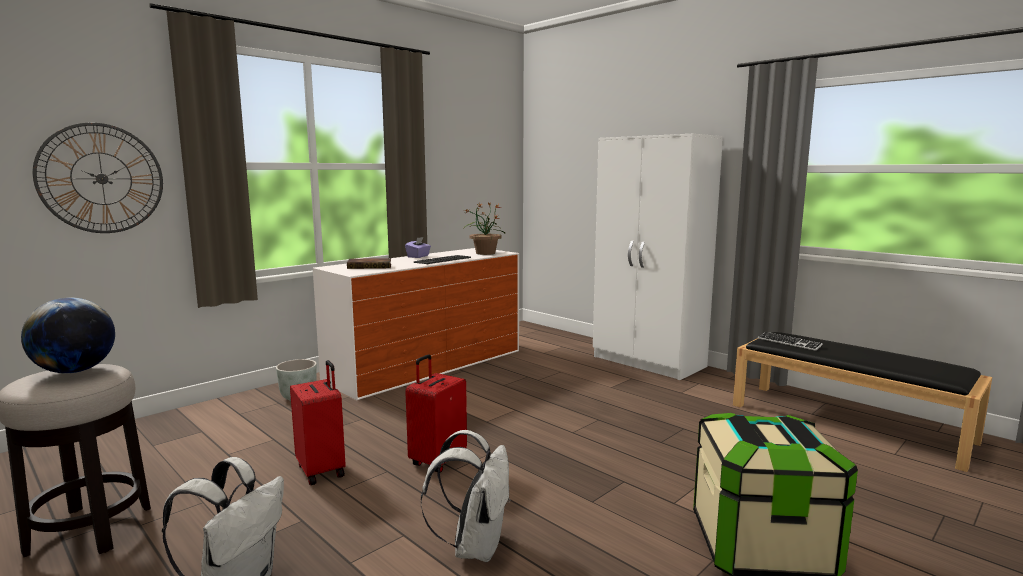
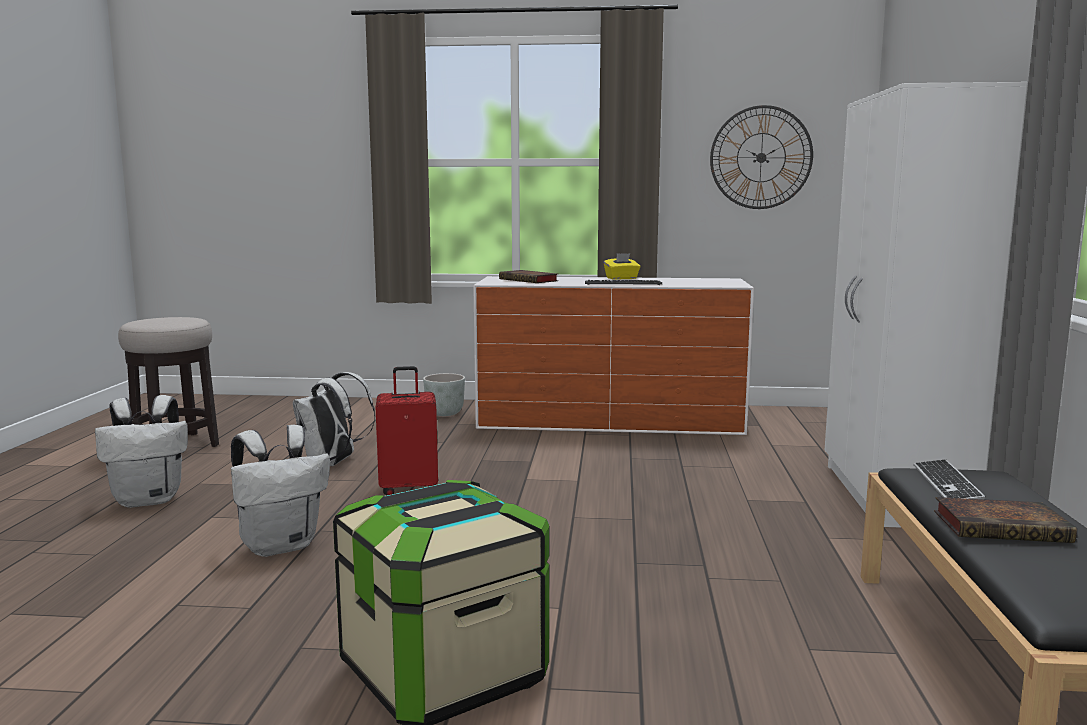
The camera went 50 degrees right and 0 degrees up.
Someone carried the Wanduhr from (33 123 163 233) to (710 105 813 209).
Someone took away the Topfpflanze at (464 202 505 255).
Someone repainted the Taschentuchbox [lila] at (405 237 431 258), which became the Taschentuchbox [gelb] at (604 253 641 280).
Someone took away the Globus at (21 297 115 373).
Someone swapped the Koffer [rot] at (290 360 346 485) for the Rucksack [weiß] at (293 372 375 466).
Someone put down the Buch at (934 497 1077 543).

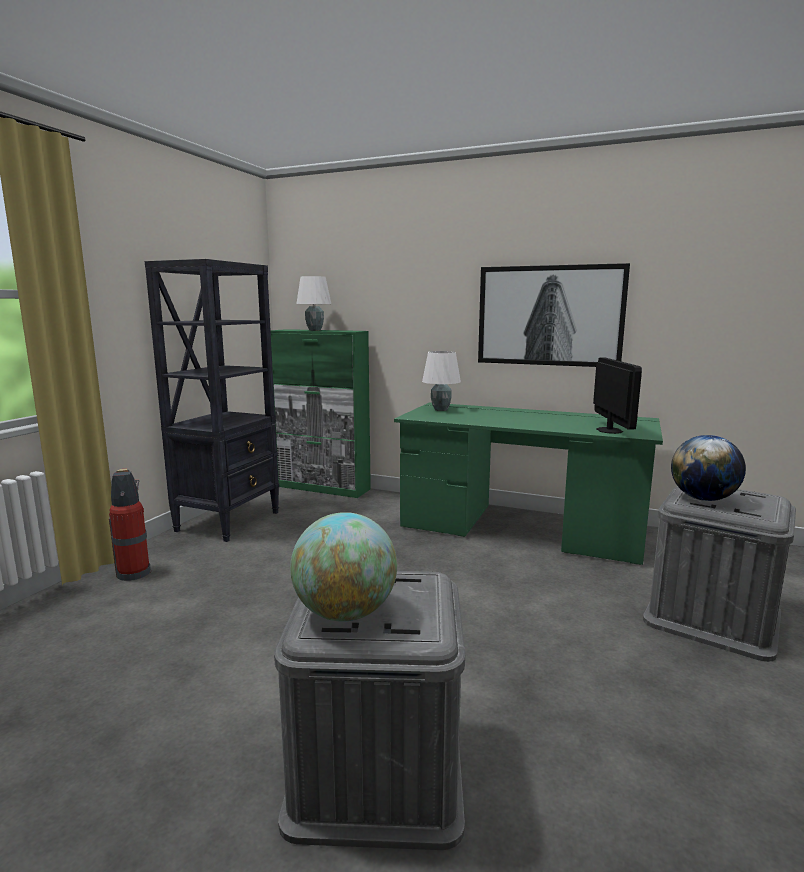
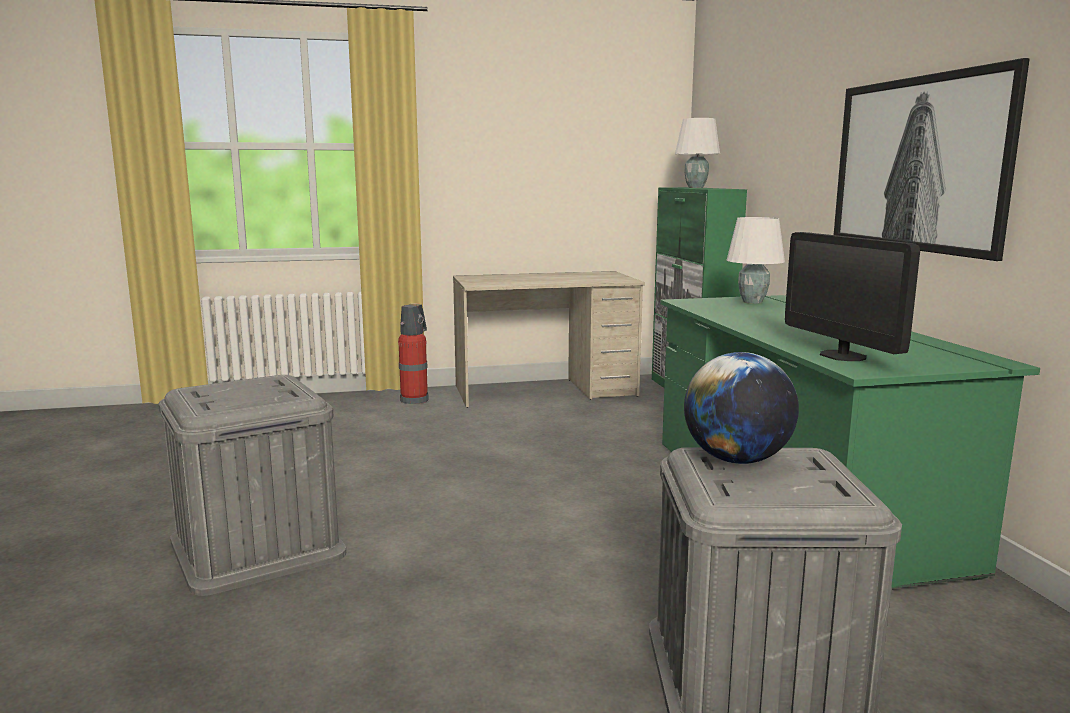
The camera went 55 degrees right and 0 degrees up.
Someone swapped the Bücherregal [schwarz] at (145 259 279 542) for the Schreibtisch [beige] at (453 271 645 408).
Someone rotated the Monitor at (593 358 642 434) by 105 degrees clockwise.
Someone took away the Globus at (290 512 397 622).

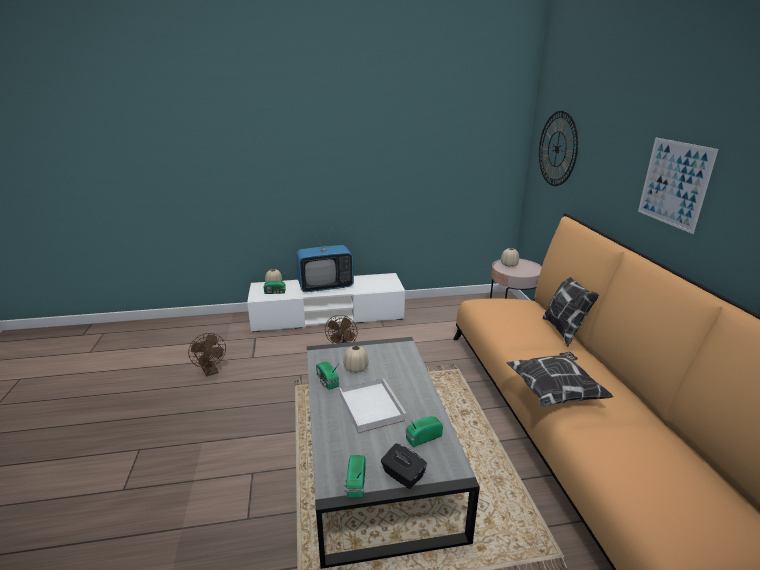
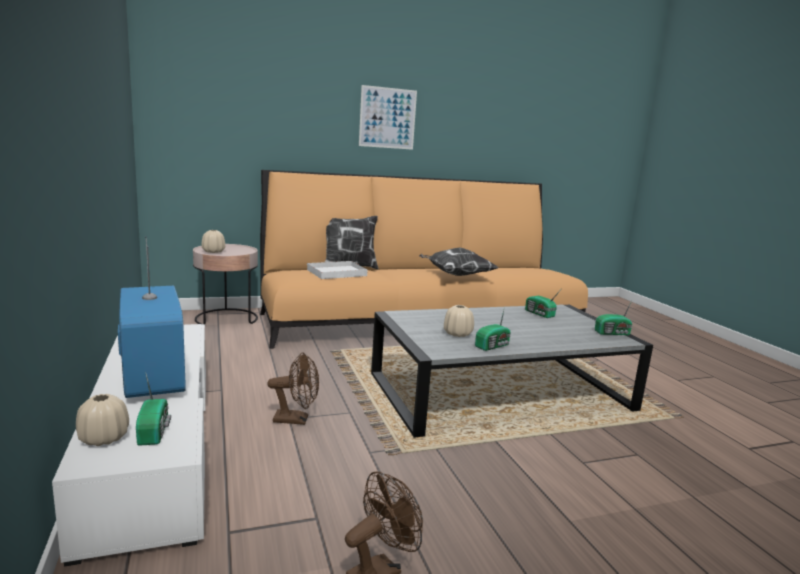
The camera went 100 degrees left and 10 degrees down.
Someone took away the Wanduhr at (539 111 578 186).
Someone carried the Tablett [weiß] from (339 378 408 433) to (307 261 368 279).
Someone took away the Taschentuchbox [schwarz] at (381 443 427 489).

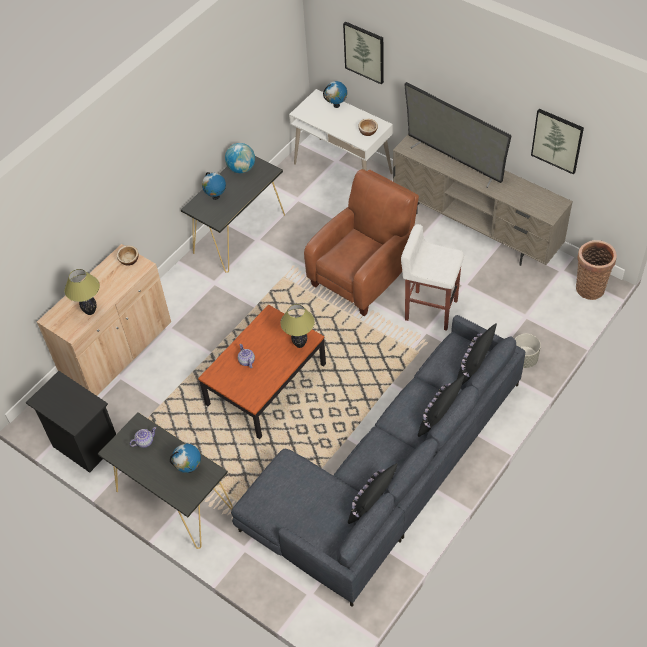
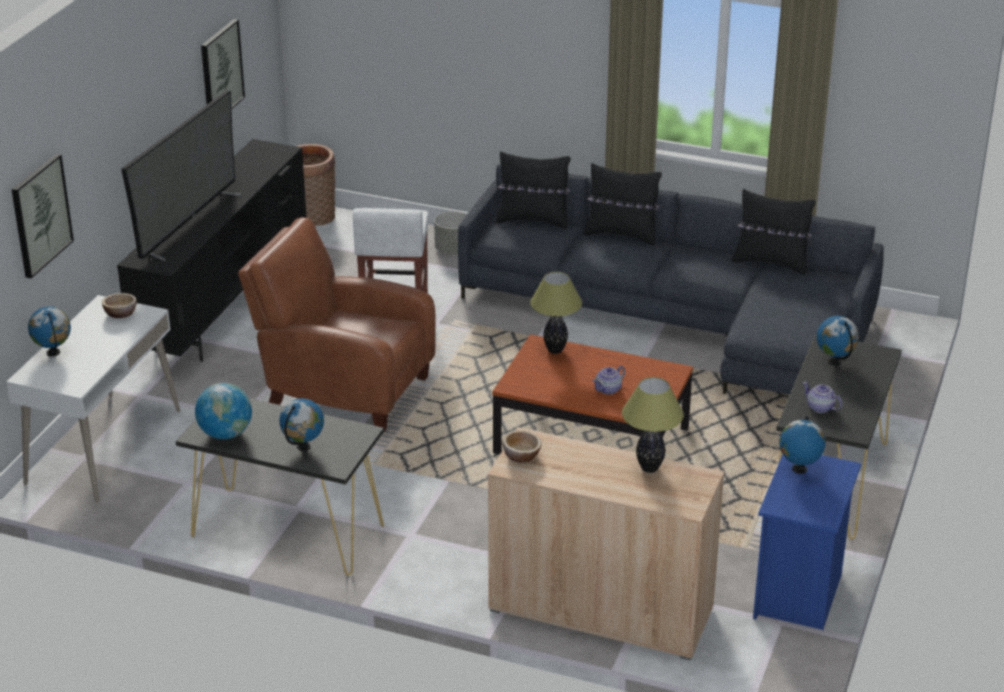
The camera went 110 degrees left and 20 degrees down.
Someone repainted the Fernsehschrank [beige] at (393 134 573 266), which became the Fernsehschrank [schwarz] at (117 139 307 362).
Someone repainted the Nachttisch [schwarz] at (26 371 116 473), which became the Nachttisch [blau] at (753 454 861 630).
Someone put down the Globus at (779 416 826 474).

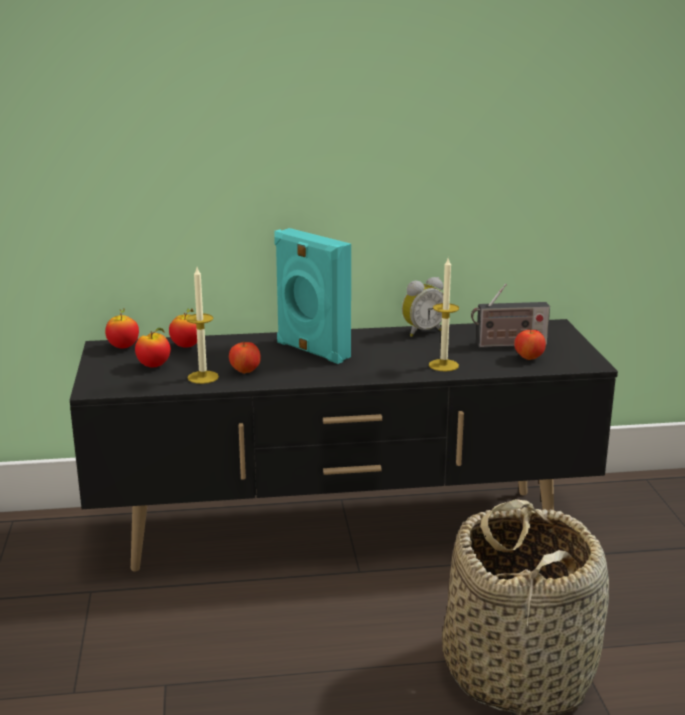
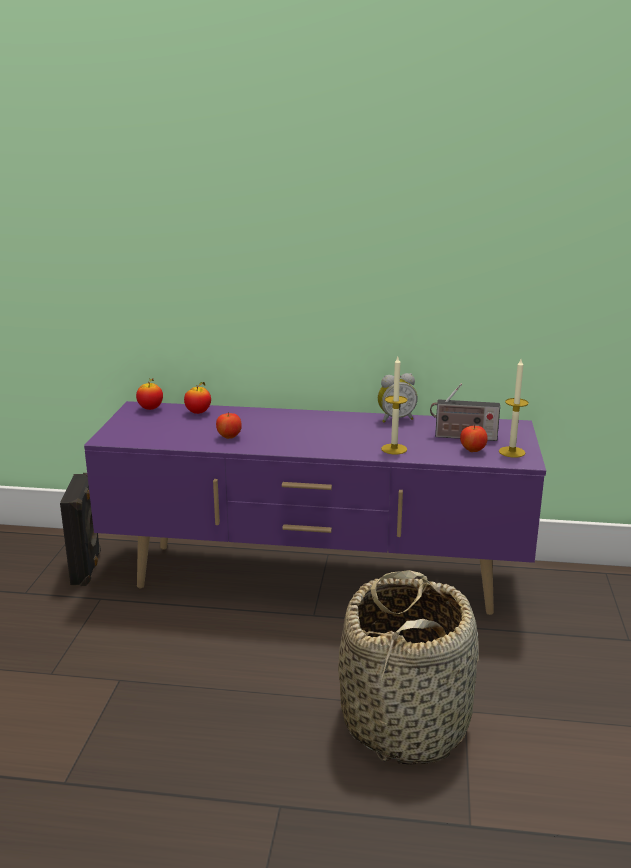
The camera went 15 degrees right and 0 degrees up.
Someone took away the Lautsprecher [türkis] at (274 228 351 364).
Someone carried the Kerze from (186 268 219 384) to (499 359 529 458).
Someone repainted the Fernsehschrank [schwarz] at (70 319 618 572), which became the Fernsehschrank [lila] at (84 401 546 615).
Someone took away the Apfel at (135 328 171 368).
Someone put down the Lautsprecher [schwarz] at (60 473 101 586).

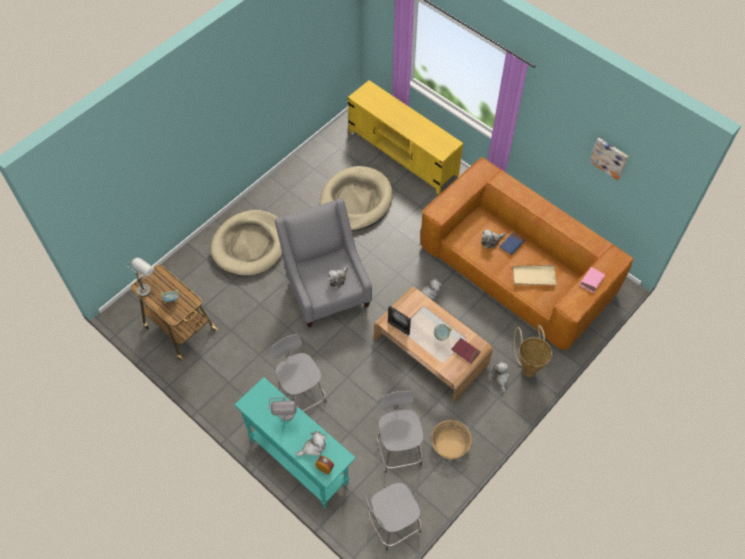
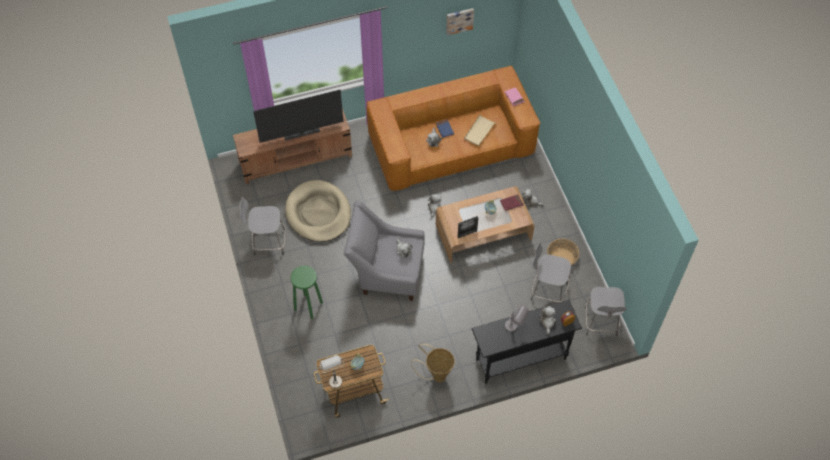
The camera went 60 degrees left and 0 degrees up.
Someone repainted the Fernsehschrank [gelb] at (348 80 463 194), which became the Fernsehschrank [braun] at (233 108 352 184).
Someone swapped the Hundebett [beige] at (210 210 283 276) for the Hocker [grün] at (290 265 323 319).
Someone carried the Korb from (513 324 552 377) to (411 344 455 382).
Someone carried the Hocker [grau] from (270 334 327 412) to (240 197 286 255).
Someone repainted the Konsolentisch [türkis] at (234 377 356 509), which became the Konsolentisch [schwarz] at (472 300 582 384).
Someone put down the Fernseher at (253 90 343 143).

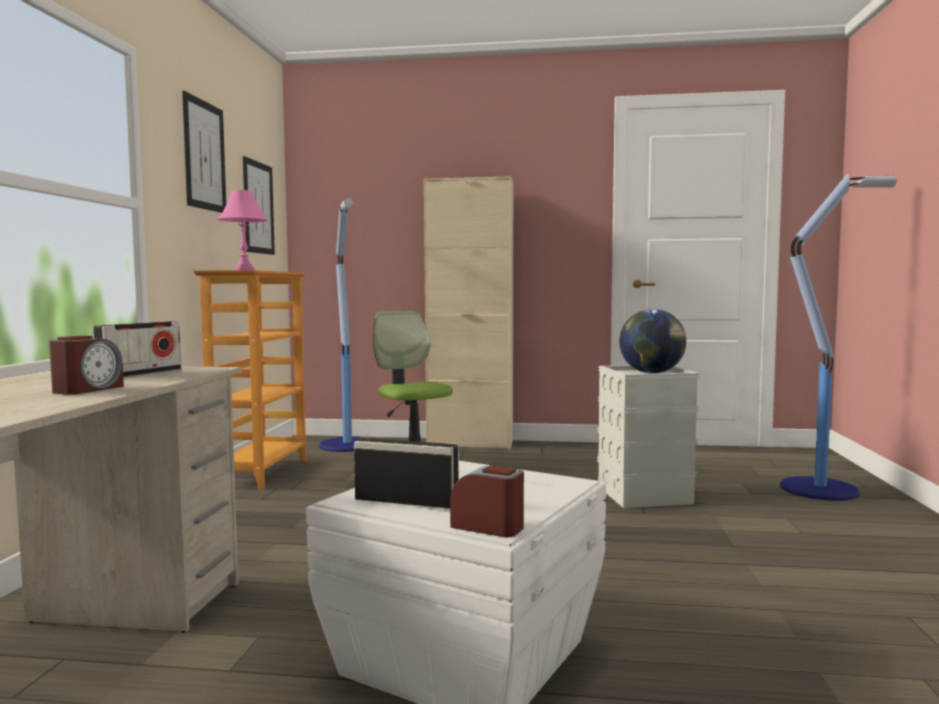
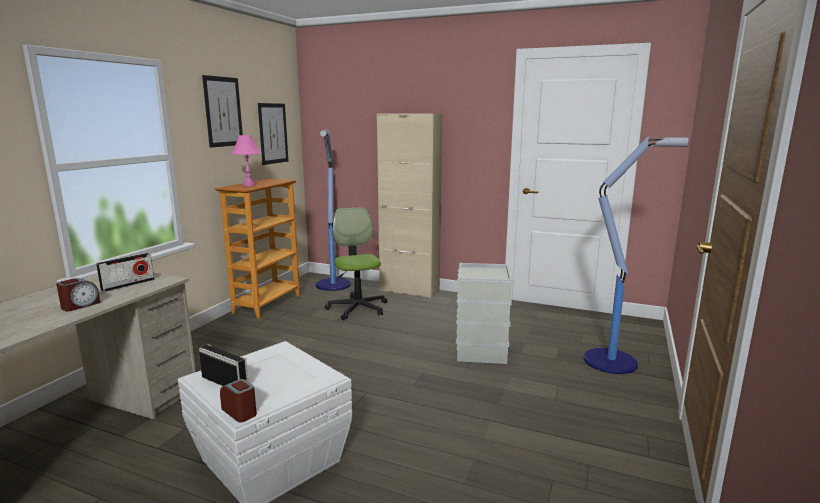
The camera went 15 degrees right and 10 degrees up.
Someone took away the Globus at (619 309 686 374).

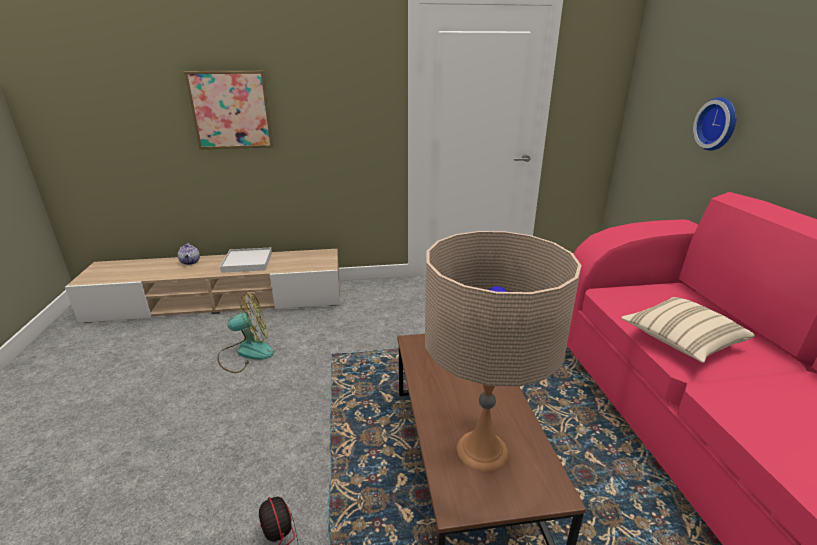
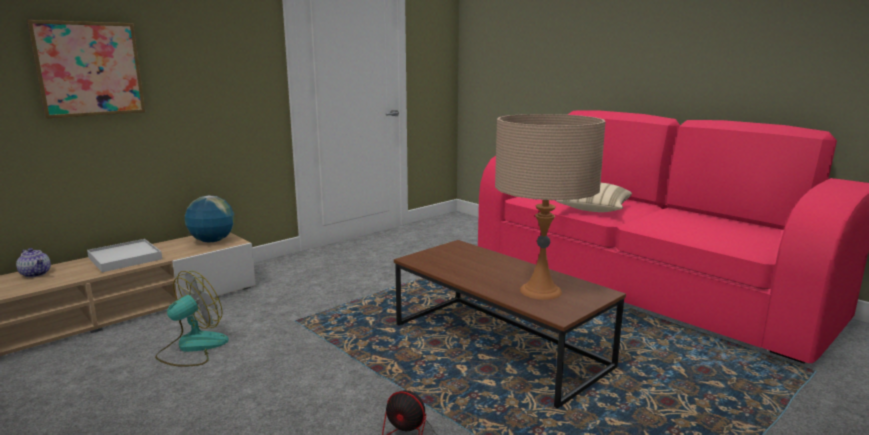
The camera went 35 degrees left and 10 degrees down.
Someone took away the Wanduhr at (693 97 736 151).
Someone put down the Globus at (185 195 235 242).

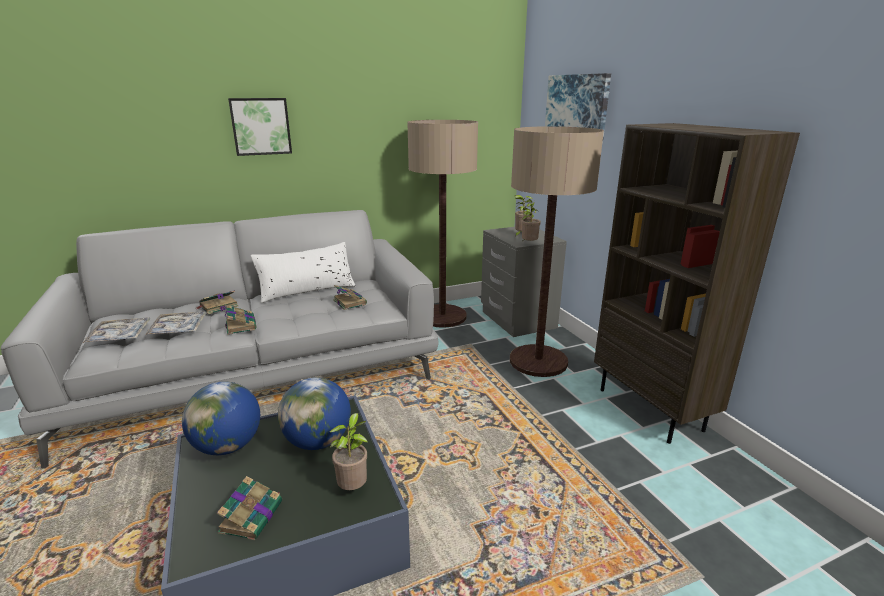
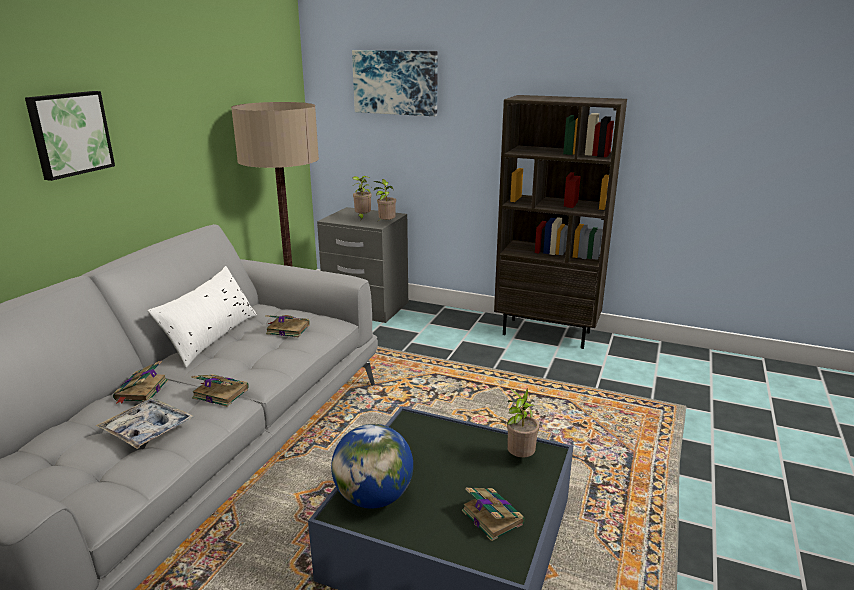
The camera went 45 degrees left and 0 degrees up.
Someone took away the Stehlampe at (510 126 604 377).
Someone took away the Tablett at (83 317 150 343).
Someone took away the Globus at (278 377 351 450).

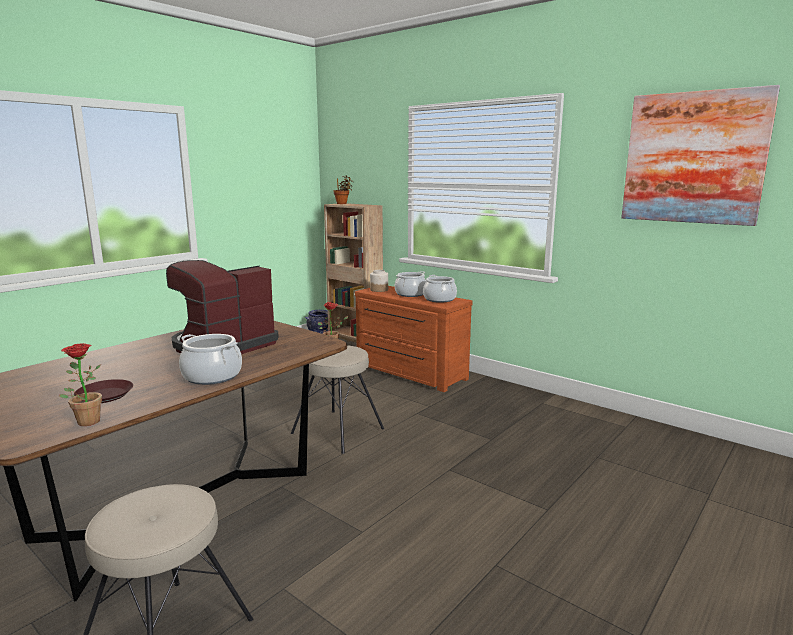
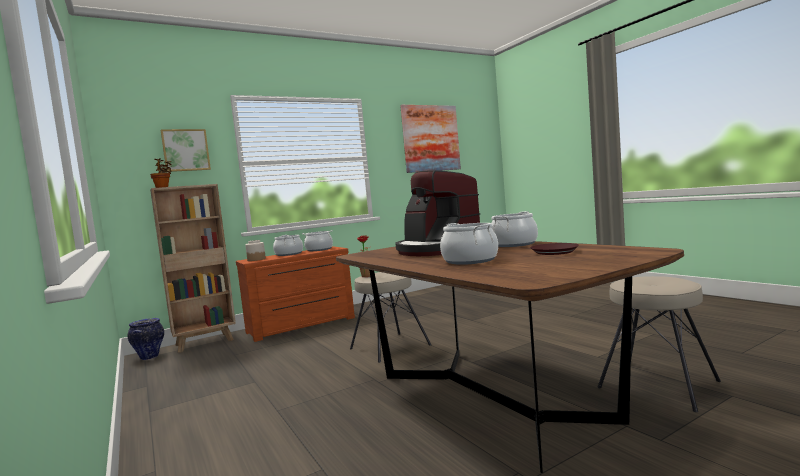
The camera went 70 degrees left and 10 degrees down.
Someone took away the Topfpflanze at (59 343 102 426).
Someone put up the Bild at (160 129 211 172).
Someone put down the Kochtopf at (440 223 498 265).

